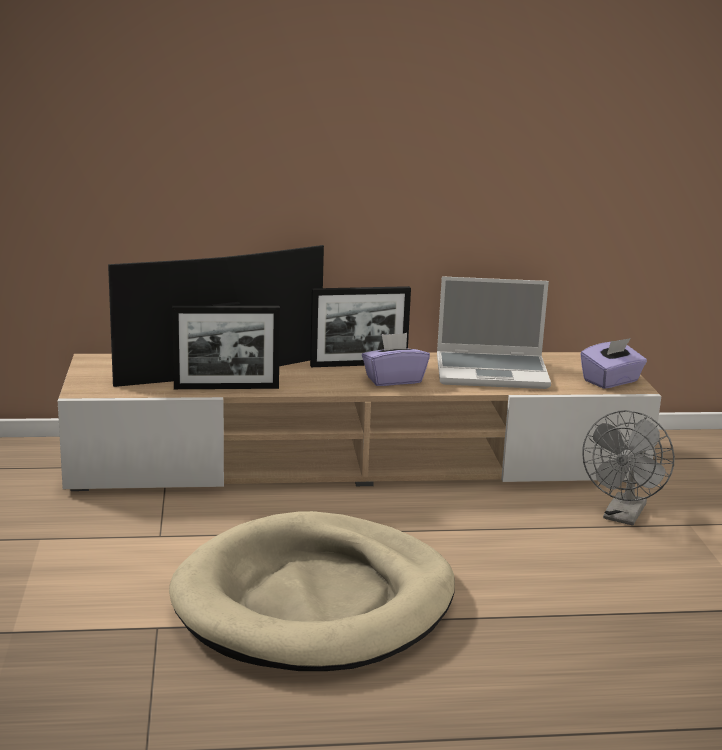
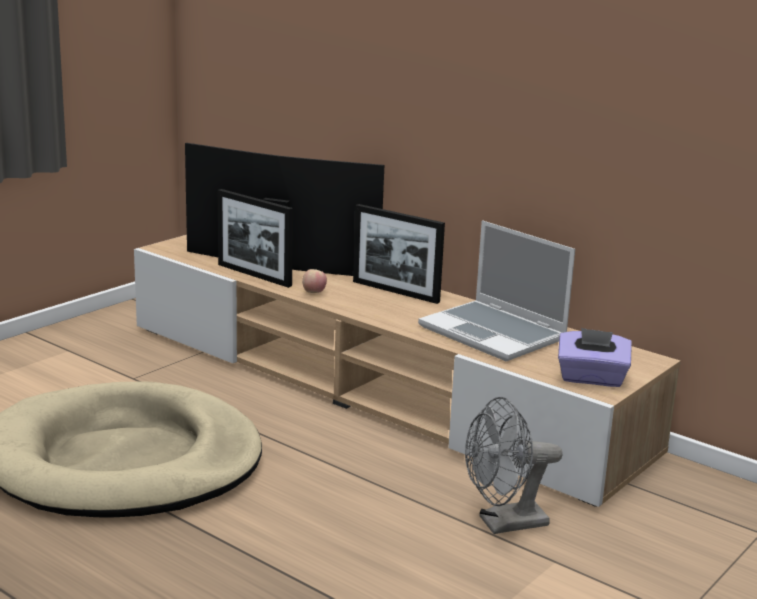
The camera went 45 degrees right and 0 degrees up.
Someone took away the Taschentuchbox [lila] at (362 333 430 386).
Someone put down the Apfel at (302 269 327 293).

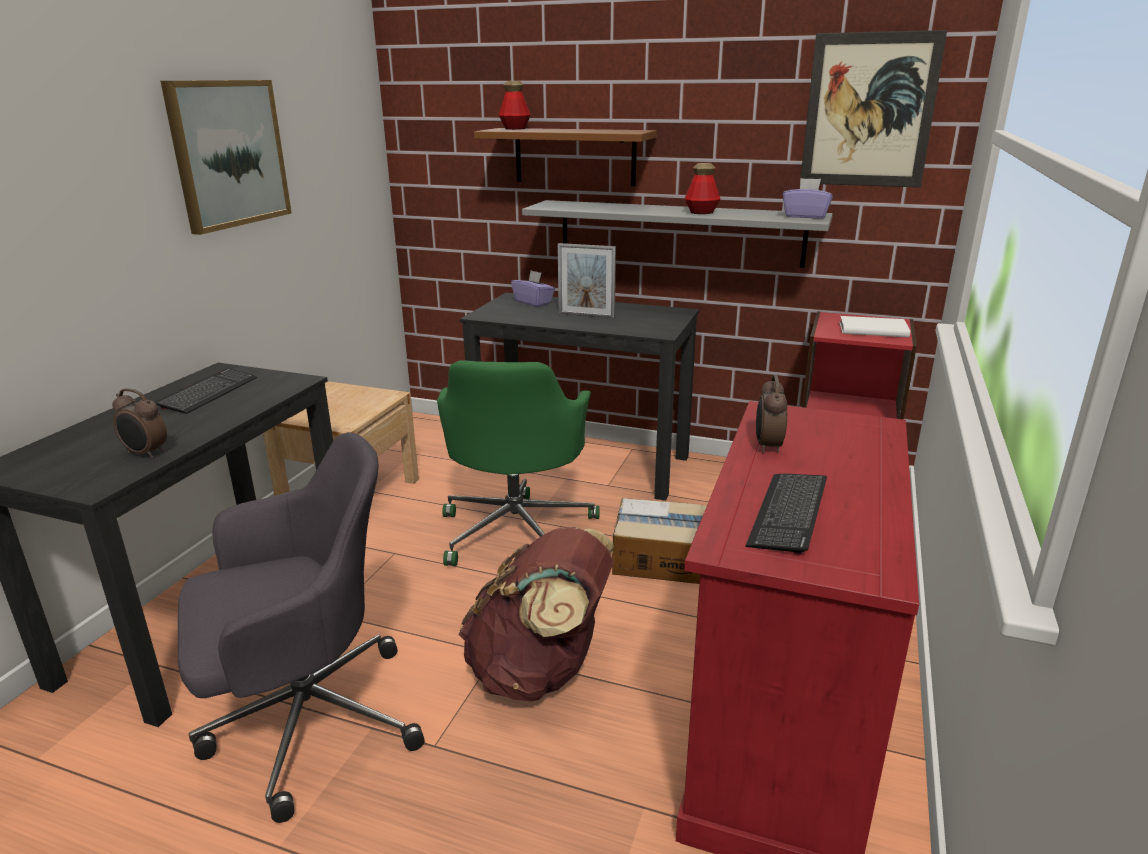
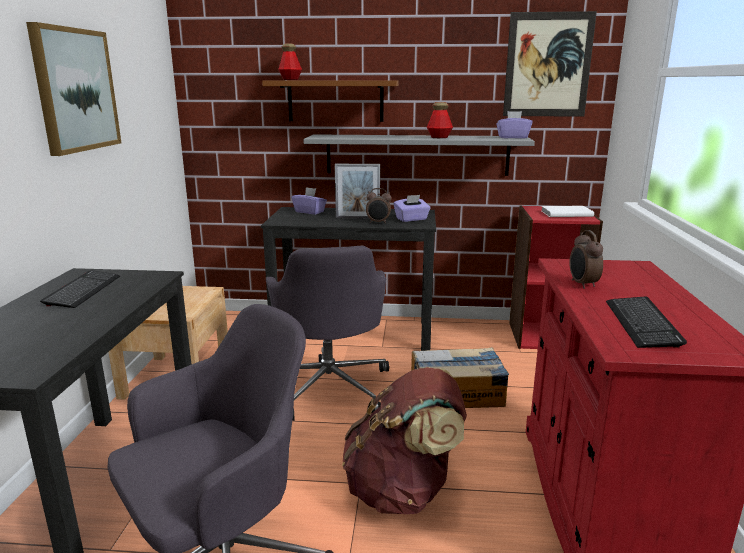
The camera went 15 degrees left and 5 degrees down.
Someone repainted the Bürostuhl [grün] at (437 360 600 566), which became the Bürostuhl [grau] at (266 246 389 421).
Someone carried the Wecker from (112 388 167 458) to (366 188 391 224).
Someone put down the Taschentuchbox [lila] at (394 195 430 222).

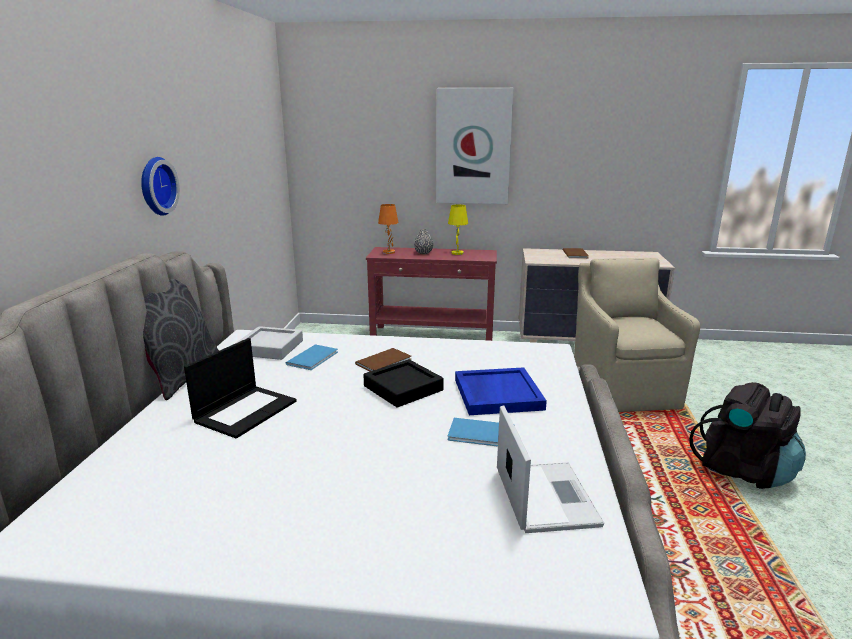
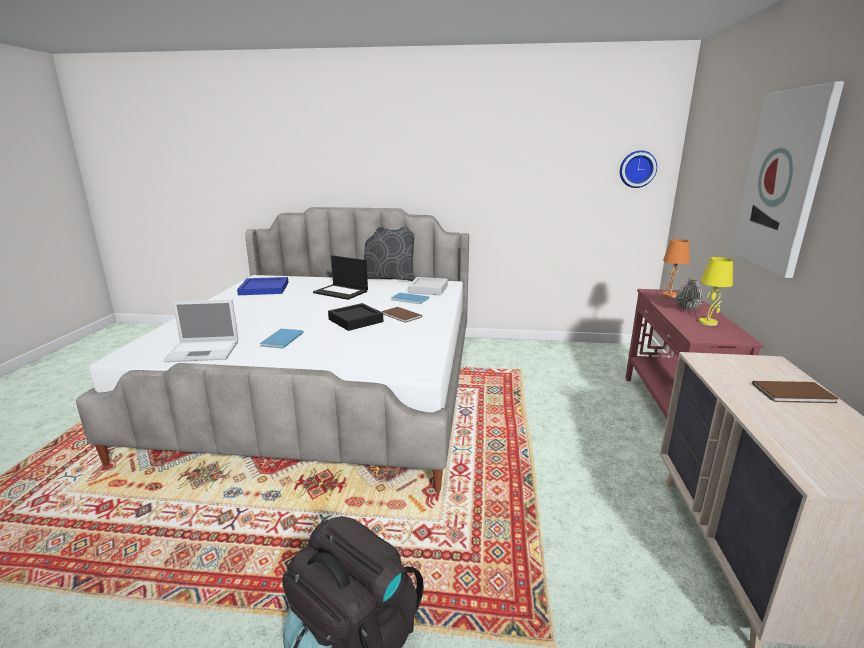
The camera went 90 degrees right and 0 degrees up.
Someone carried the Wanduhr from (141 157 180 216) to (620 150 657 188).
Someone took away the Sessel [beige] at (574 258 700 412).
Someone carried the Tablett [blau] from (455 367 547 415) to (237 277 289 295).

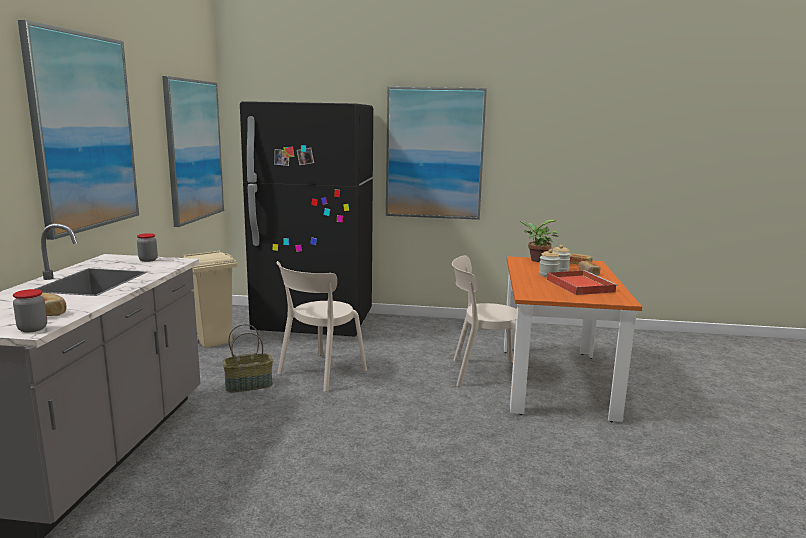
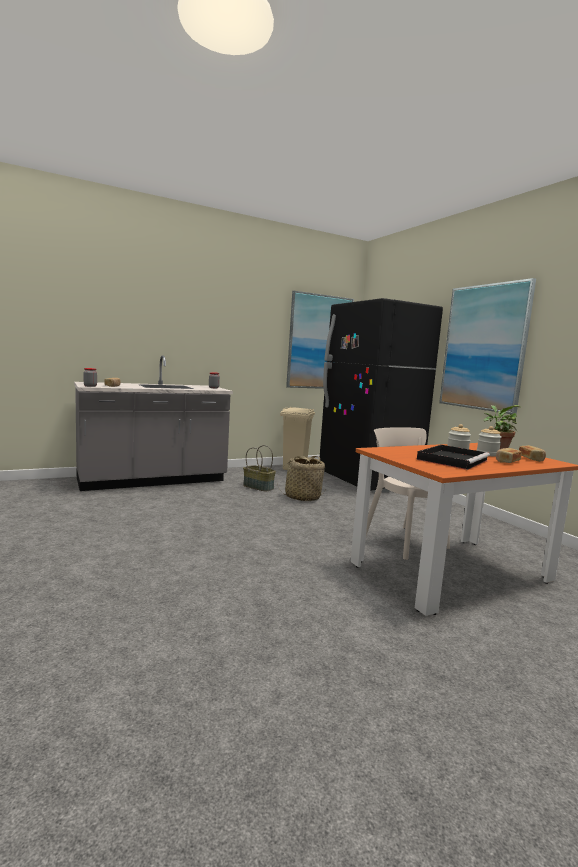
The camera went 55 degrees right and 5 degrees down.
Someone took away the Bild at (18 20 139 240).
Someone swapped the Stuhl [beige] at (277 261 367 392) for the Korb at (277 456 326 501).
Someone repainted the Tablett [rot] at (547 270 618 295), which became the Tablett [schwarz] at (417 445 490 470).

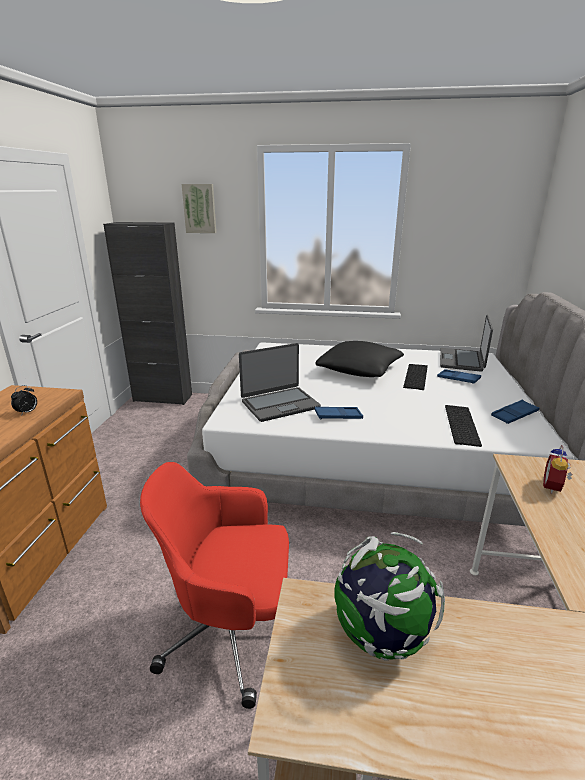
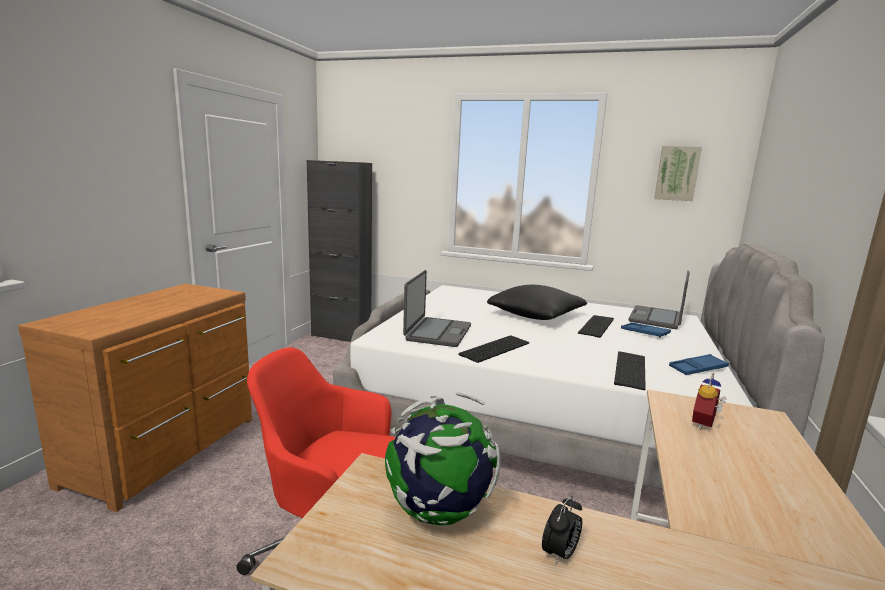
The camera went 10 degrees right and 10 degrees down.
Someone carried the Bild from (182 184 216 233) to (654 146 702 201).
Someone rotated the Laptop at (239 343 321 422) by 60 degrees counterclockwise.
Someone carried the Wecker from (11 385 37 414) to (542 495 582 565).
Someone swapped the Tablett [blau] at (315 407 363 419) for the Tastatur at (458 335 529 363).

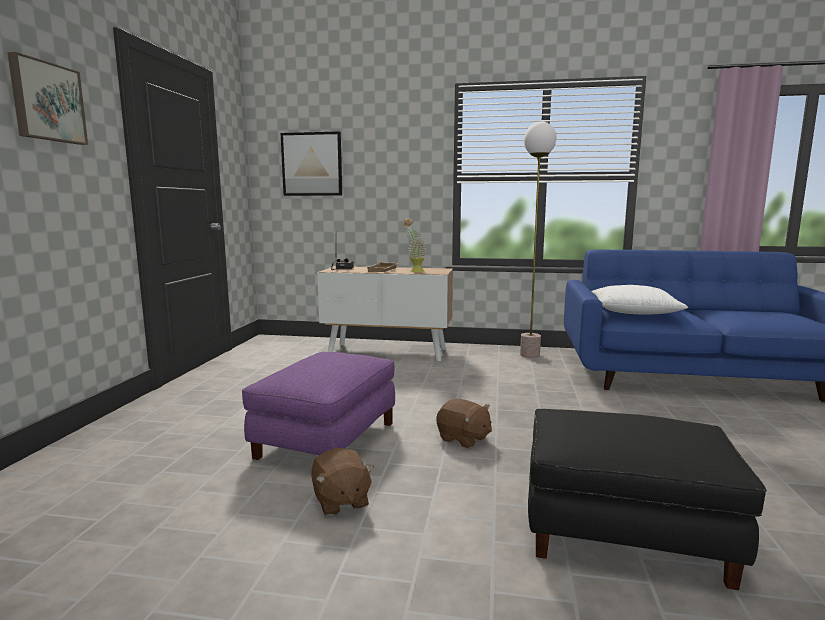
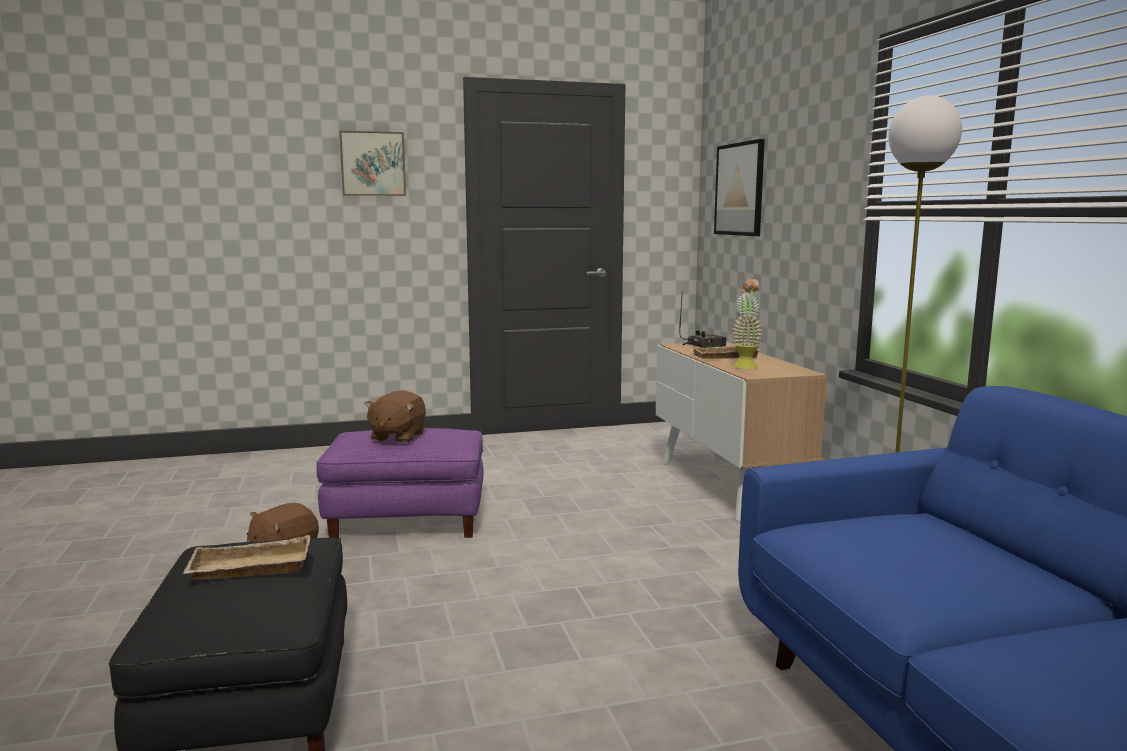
The camera went 65 degrees right and 0 degrees up.
Someone took away the Kissen [weiß] at (592 285 689 315).
Someone carried the Plüschtier [braun] from (436 398 492 448) to (364 390 426 443).
Someone put down the Tablett [beige] at (183 535 310 580).

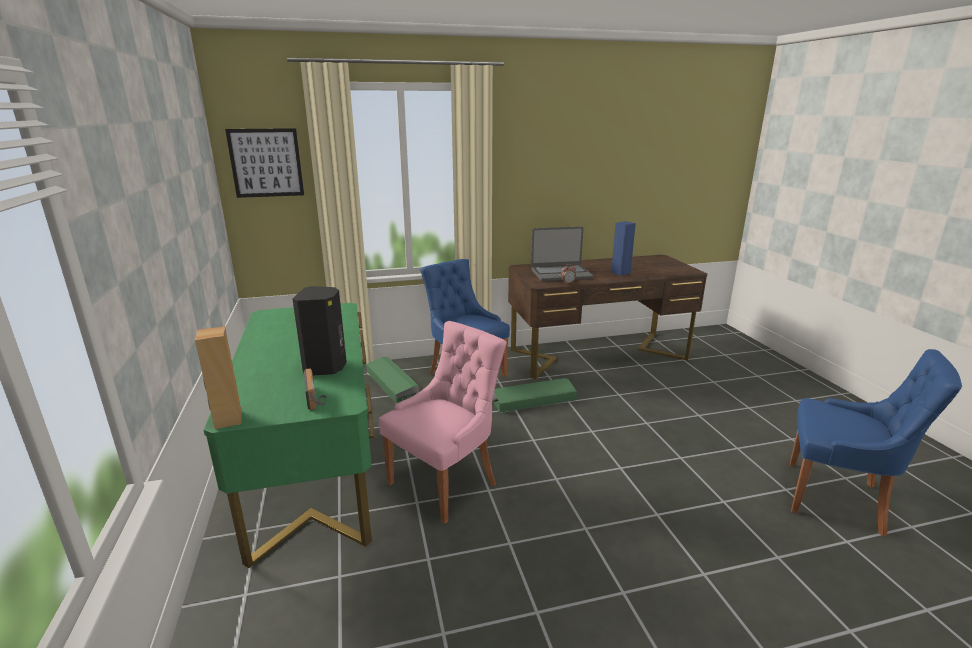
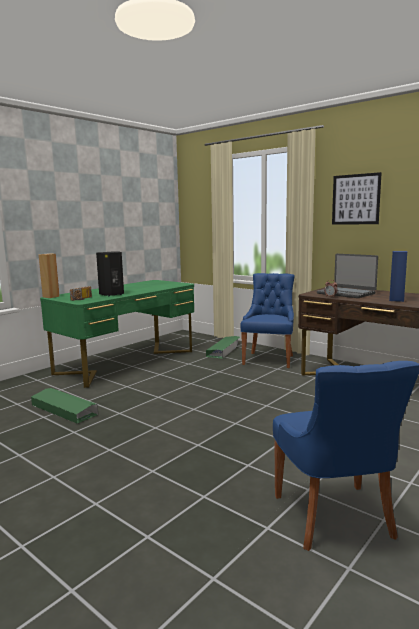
The camera went 55 degrees right and 10 degrees down.
Someone carried the Bild from (225 128 304 198) to (332 172 382 225).
Someone took away the Stuhl [rosa] at (379 321 507 524).
Someone carried the Aufbewahrungsbox [grün] from (493 378 577 413) to (31 388 98 424).

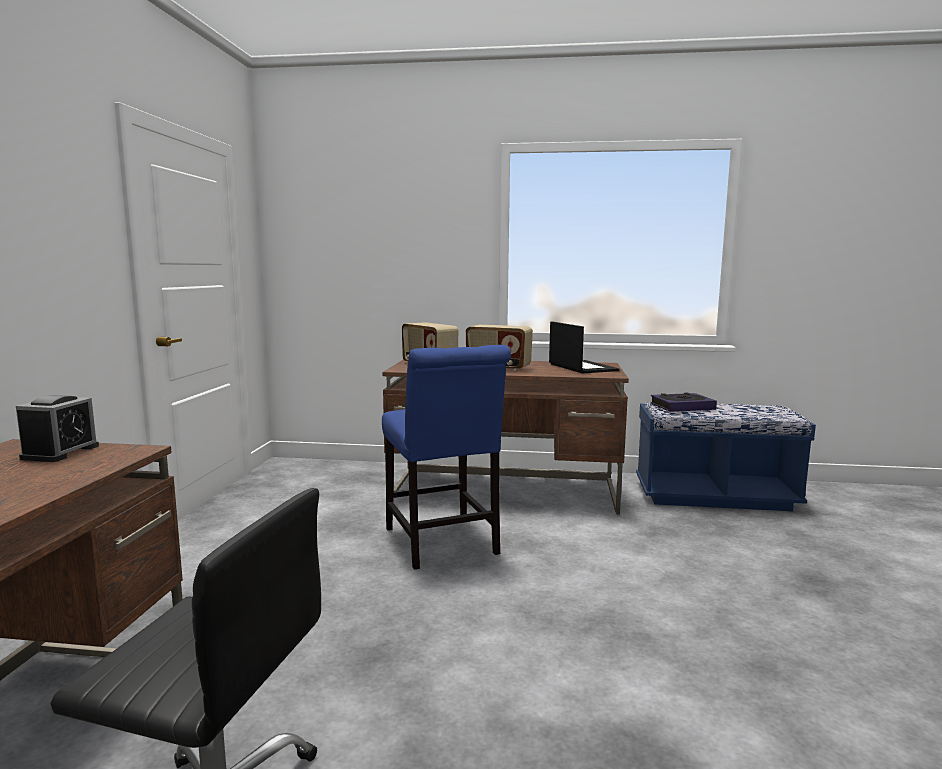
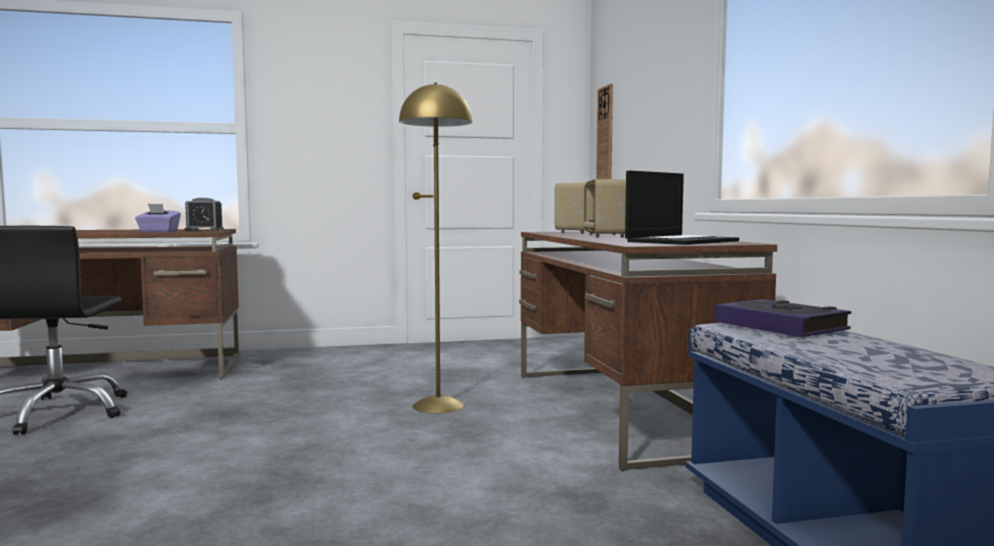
The camera went 70 degrees right and 5 degrees down.
Someone swapped the Stuhl [blau] at (382 345 511 570) for the Stehlampe [gelb] at (399 82 472 413).
Someone put up the Wanduhr at (596 84 613 179).
Someone put down the Taschentuchbox [lila] at (135 204 181 232).

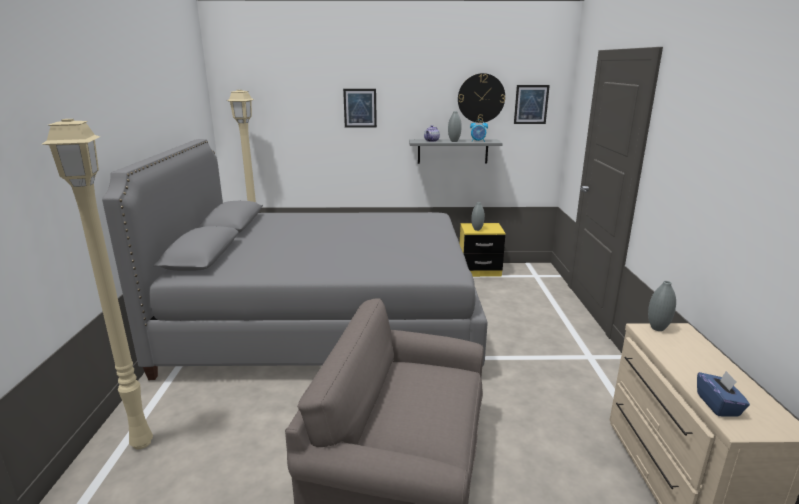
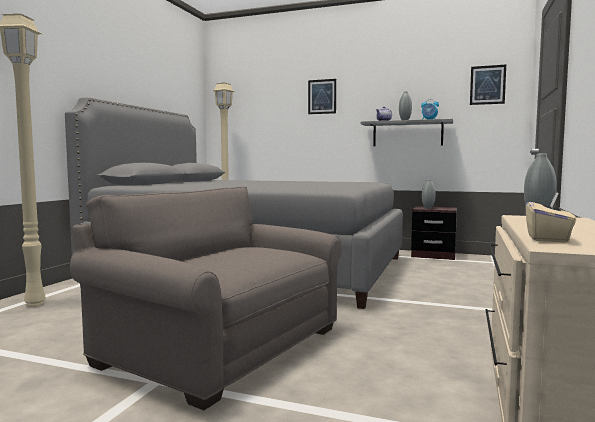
The camera went 20 degrees right and 15 degrees down.
Someone took away the Wanduhr at (458 73 505 123).
Someone repainted the Nachttisch [gelb] at (460 223 506 277), which became the Nachttisch [braun] at (411 206 457 260).
Someone repainted the Taschentuchbox [blau] at (697 371 750 416), which became the Taschentuchbox [beige] at (526 192 576 243).

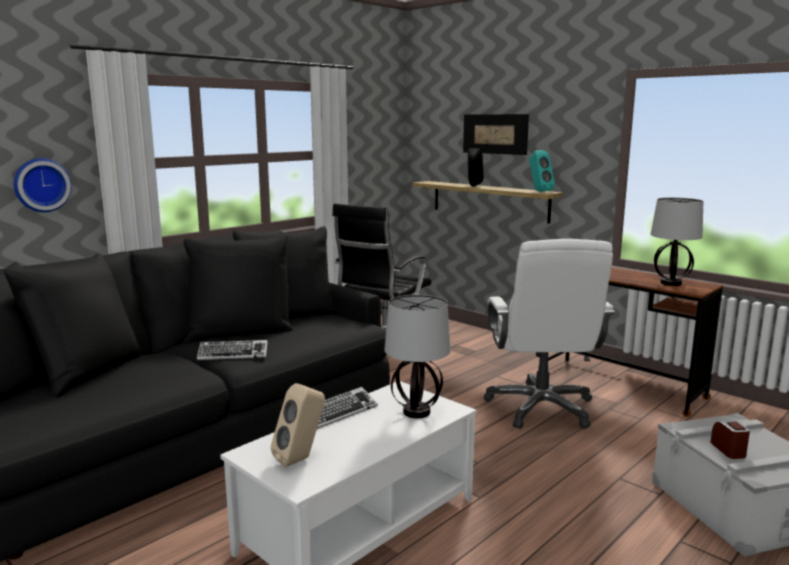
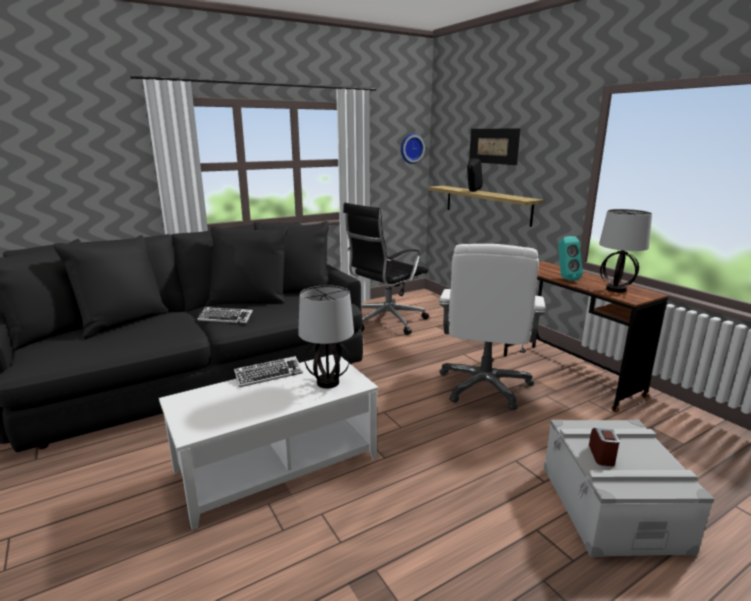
The camera went 15 degrees right and 5 degrees up.
Someone carried the Lautsprecher [türkis] from (529 150 555 192) to (558 236 583 281).
Someone carried the Wanduhr from (14 158 72 212) to (401 134 425 164).
Someone took away the Lautsprecher [beige] at (271 383 325 467).

